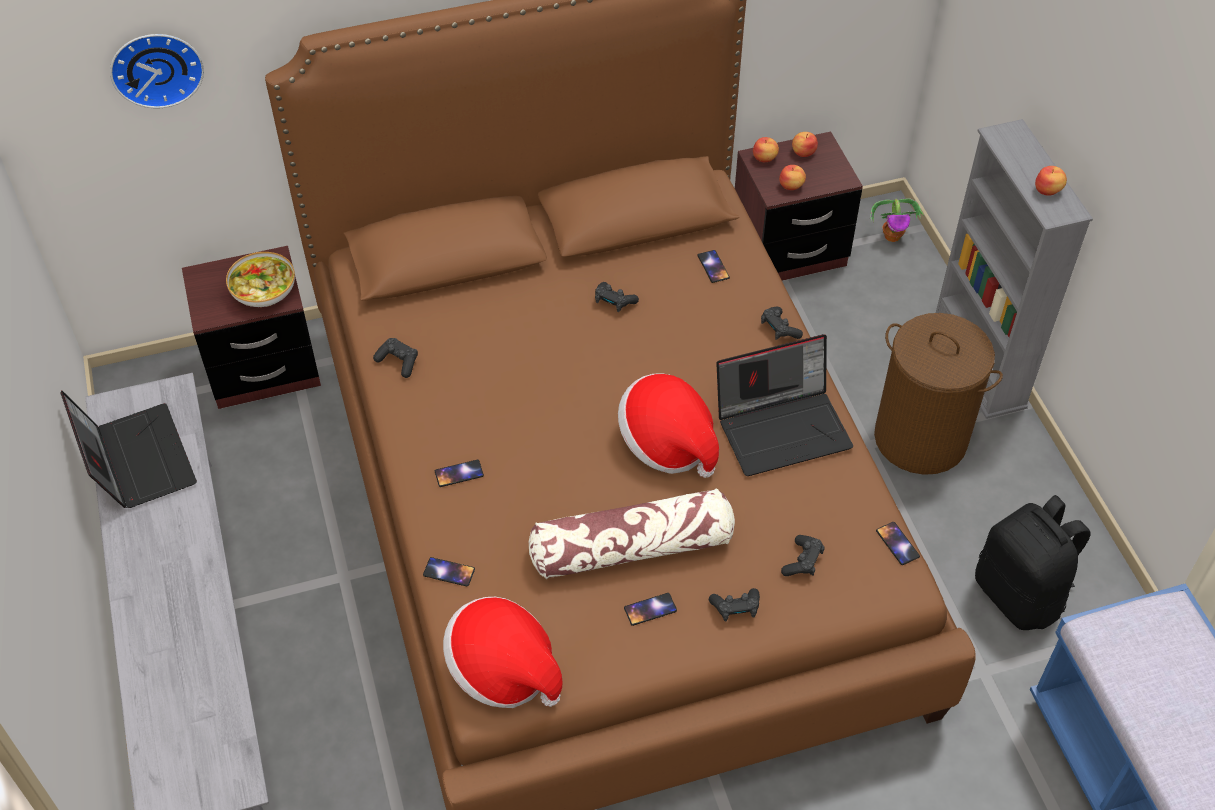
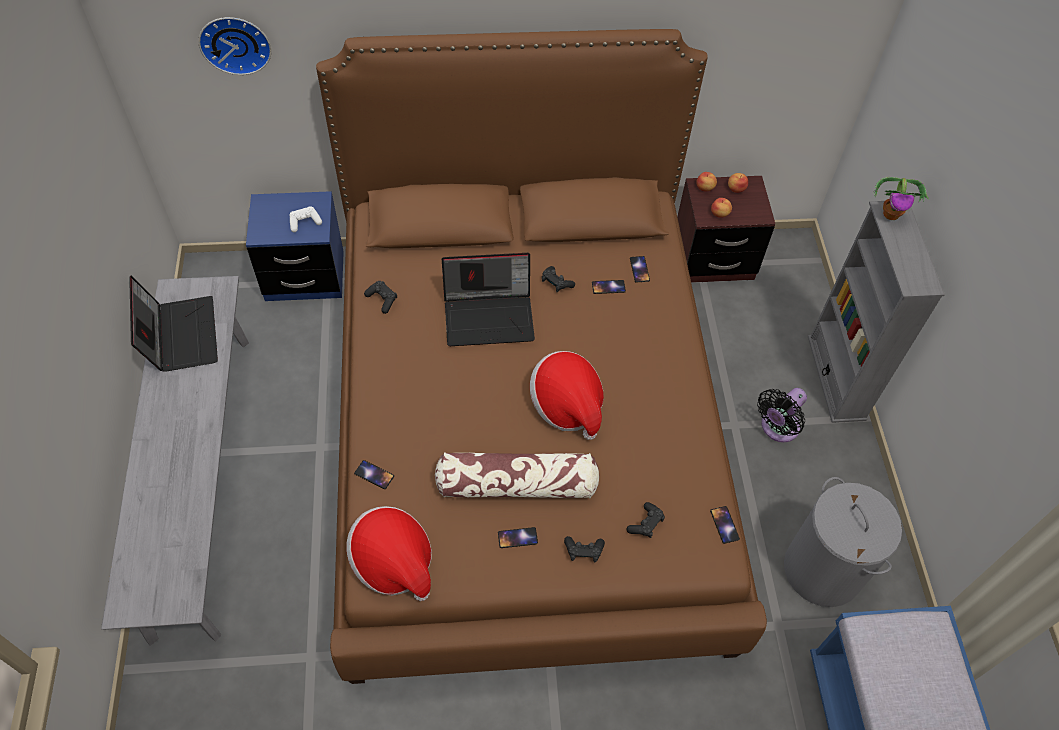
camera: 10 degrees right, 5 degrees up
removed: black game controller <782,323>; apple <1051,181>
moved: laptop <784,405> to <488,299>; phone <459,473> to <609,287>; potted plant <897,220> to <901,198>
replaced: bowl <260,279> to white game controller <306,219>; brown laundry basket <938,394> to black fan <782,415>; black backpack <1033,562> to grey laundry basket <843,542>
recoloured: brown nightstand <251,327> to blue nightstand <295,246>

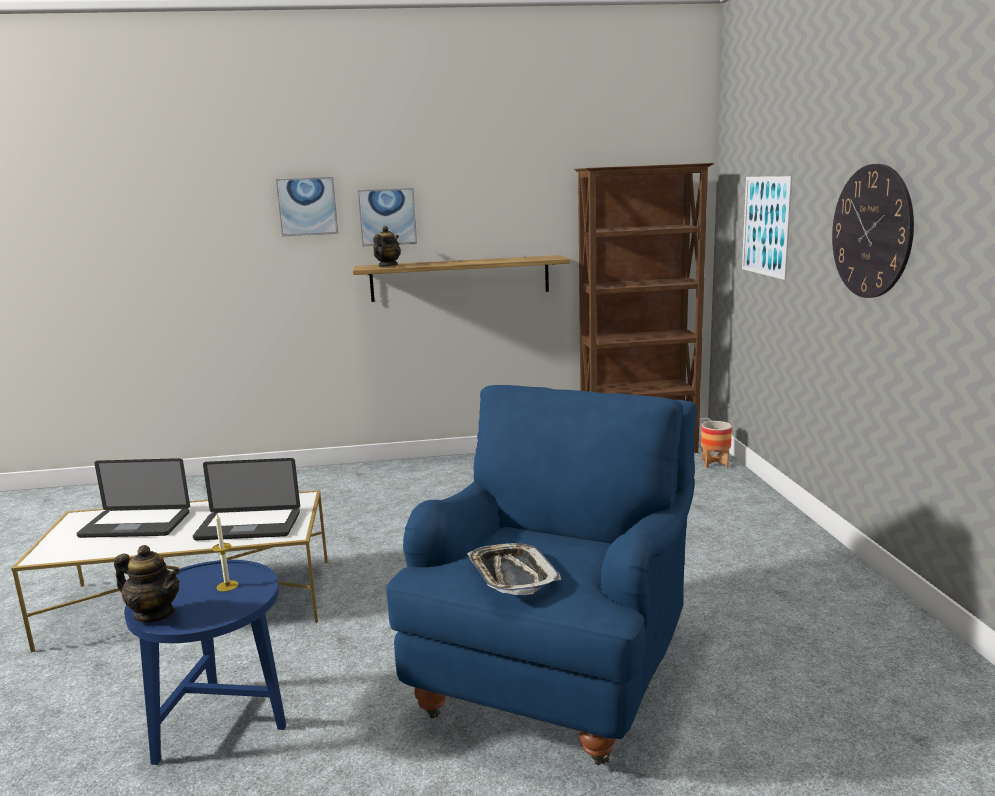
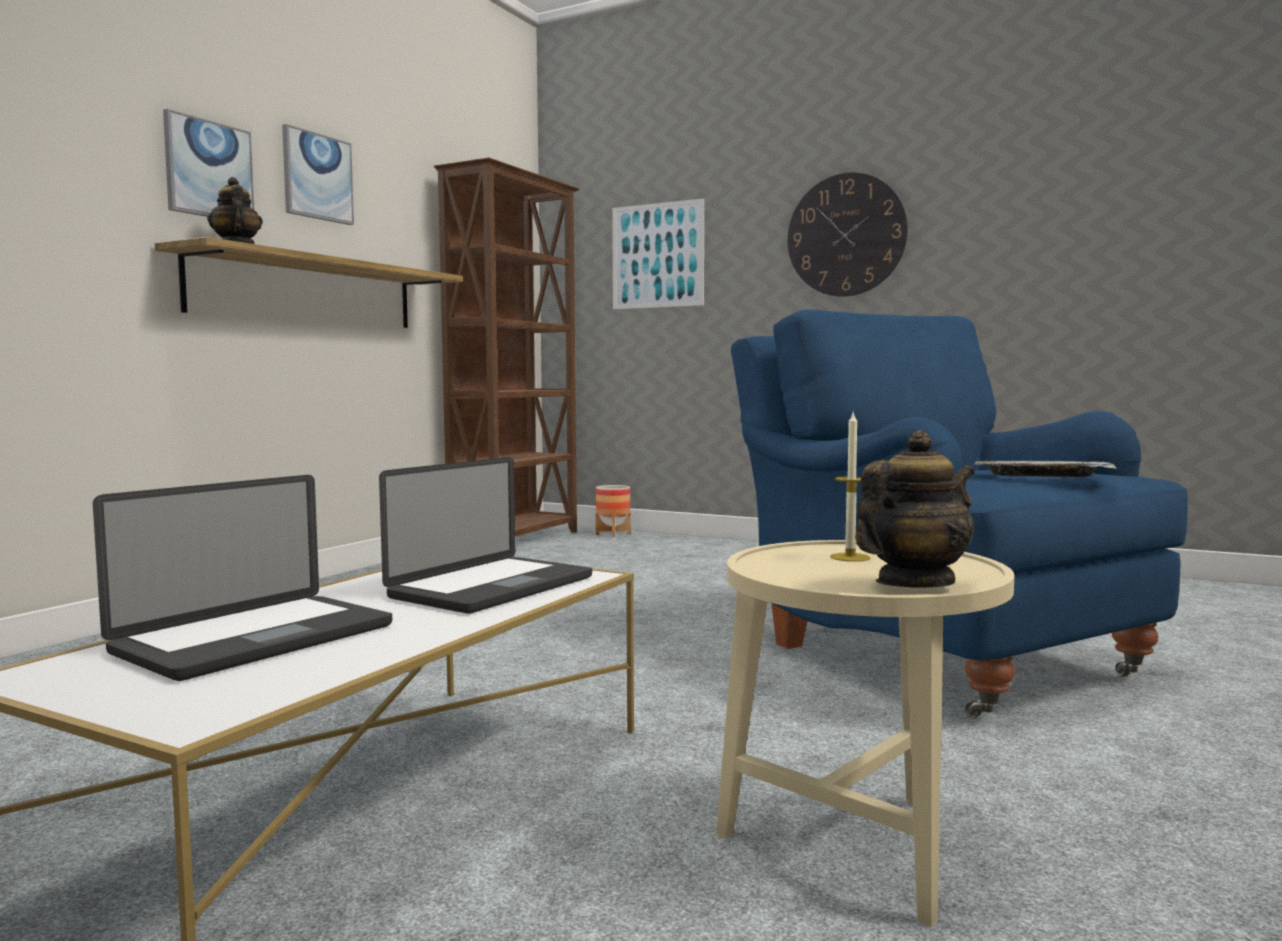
camera: 55 degrees left, 10 degrees down
moved: picture <307,206> to <318,174>
recoloured: blue side table <205,662> to beige side table <865,733>

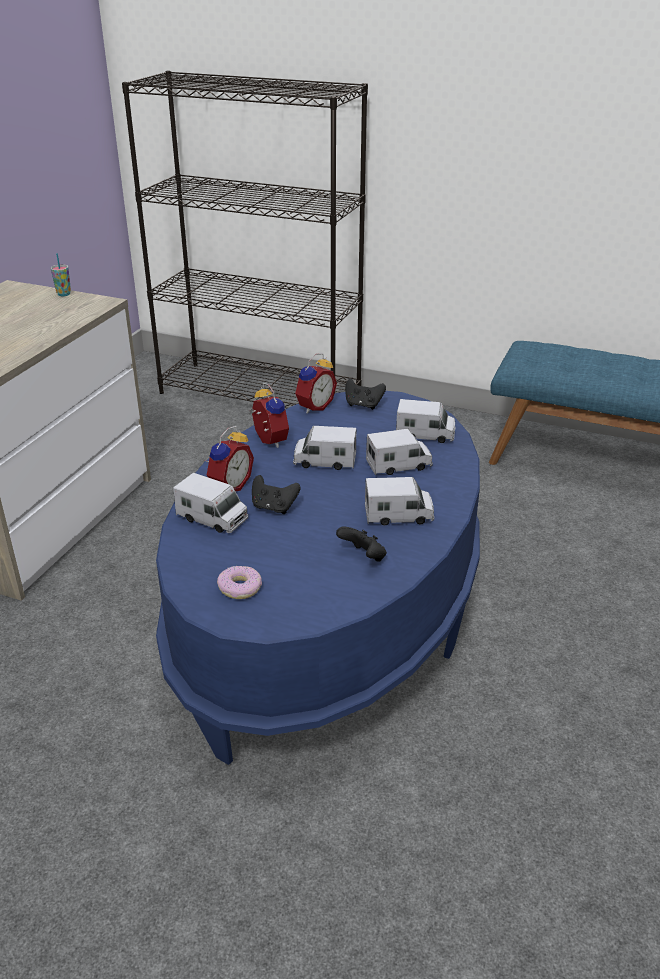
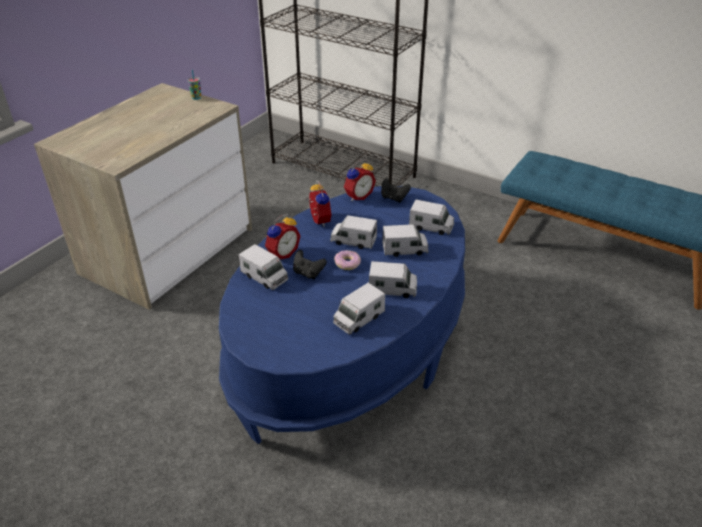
camera: 10 degrees right, 5 degrees up
moved: donut <239,582> to <347,260>
replaced: black game controller <361,543> to toy truck <359,308>

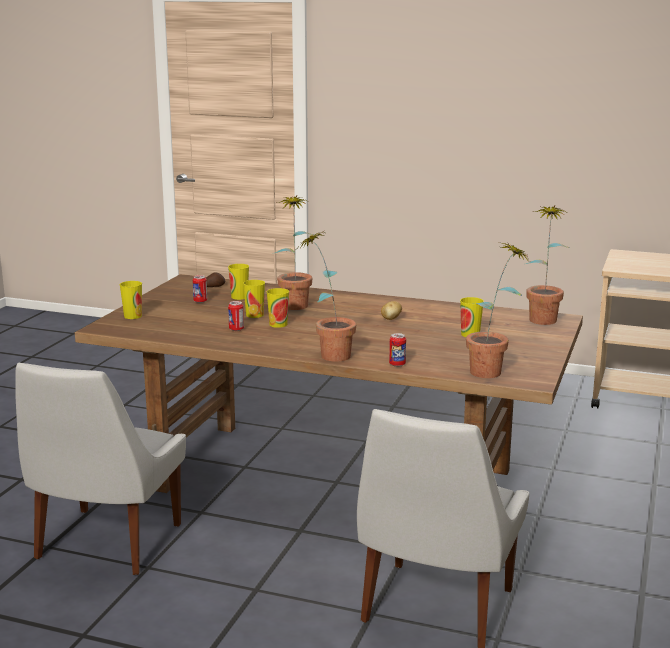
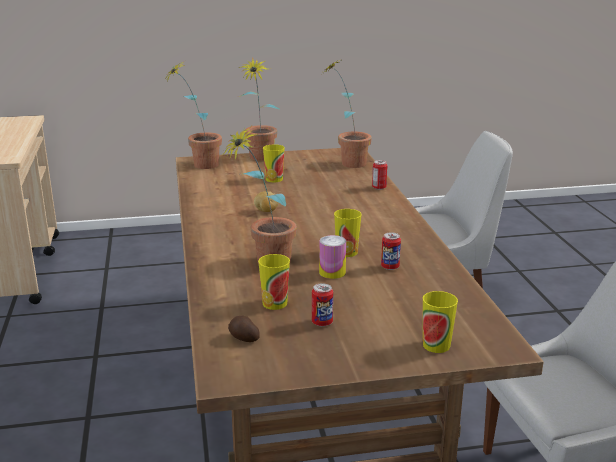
camera: 120 degrees left, 5 degrees up
moved: potted plant <327,296> to <258,109>
replaced: cup <254,299> to can <332,257>

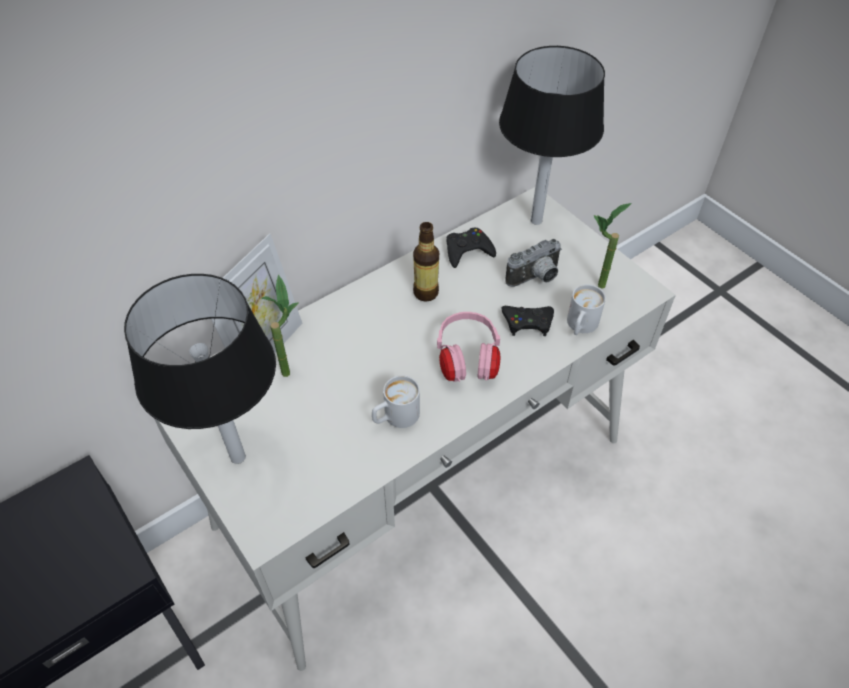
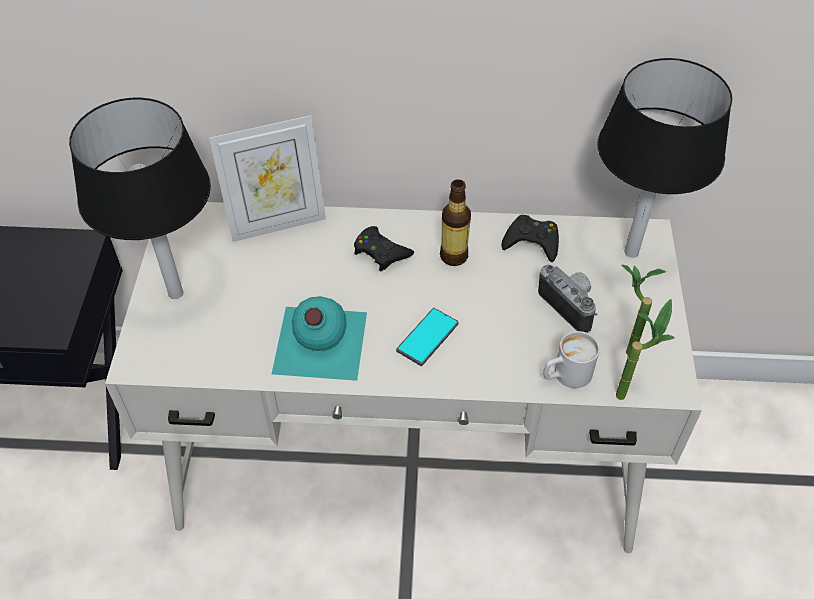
camera: 40 degrees right, 0 degrees up
moved: black game controller <528,321> to <384,248>; potted plant <280,326> to <645,349>
replaced: white mug <396,401> to turquoise bottle <319,338>; pink headphones <468,347> to phone <427,337>
turned: photo camera <533,263> = <567,299> 135 degrees counterclockwise

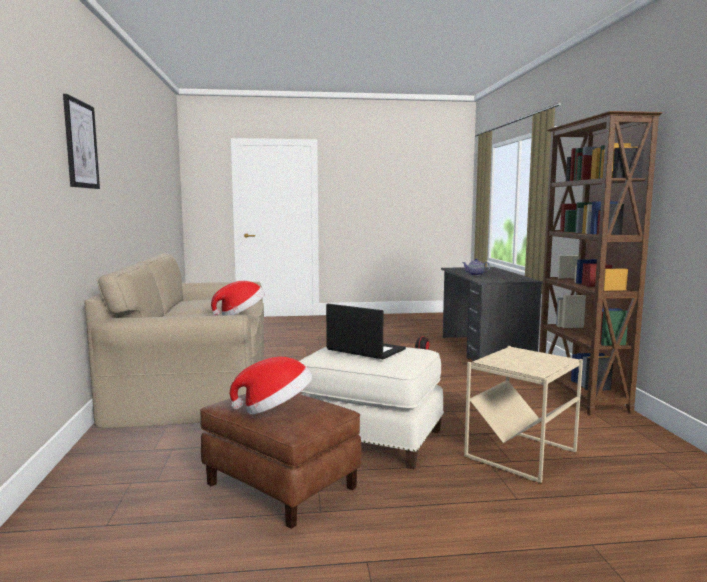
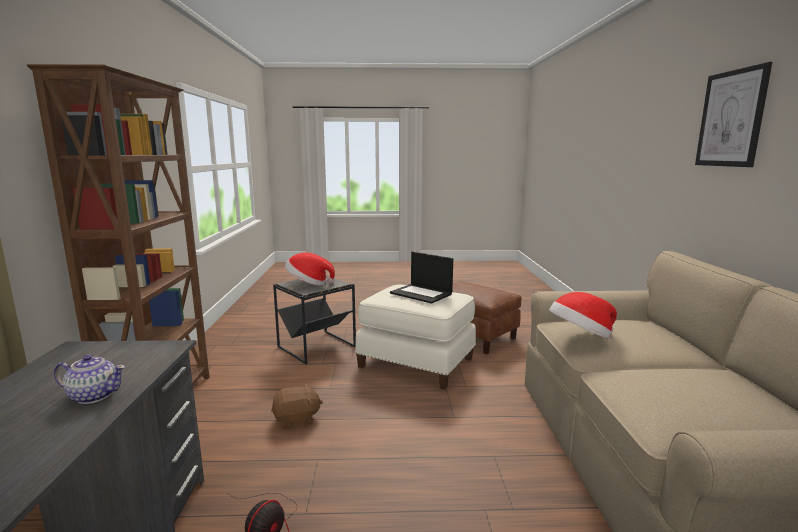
camera: 175 degrees left, 5 degrees up
added: brown plush toy <297,406>
moved: hat <271,385> to <310,269>
recoloured: beige side table <523,414> to black side table <314,320>

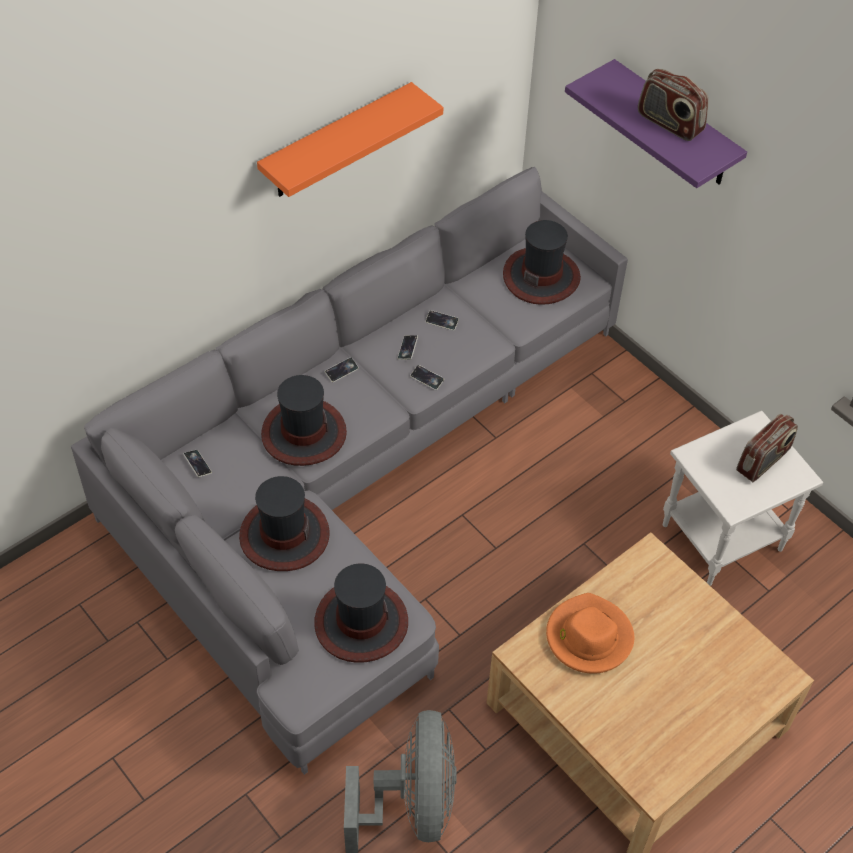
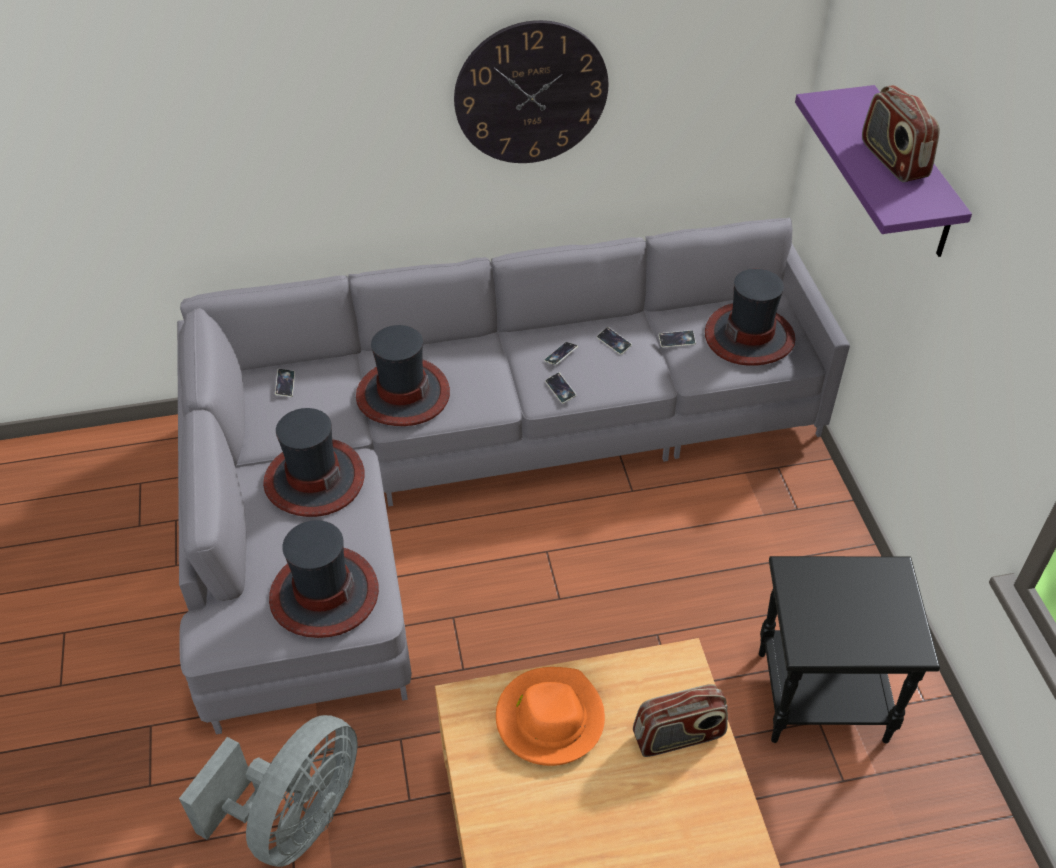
camera: 30 degrees right, 5 degrees down
moved: radio <767,448> to <680,720>; phone <342,369> to <677,339>
replaced: orange shelf <350,139> to wall clock <531,91>
recoloured: white side table <743,498> to black side table <849,649>

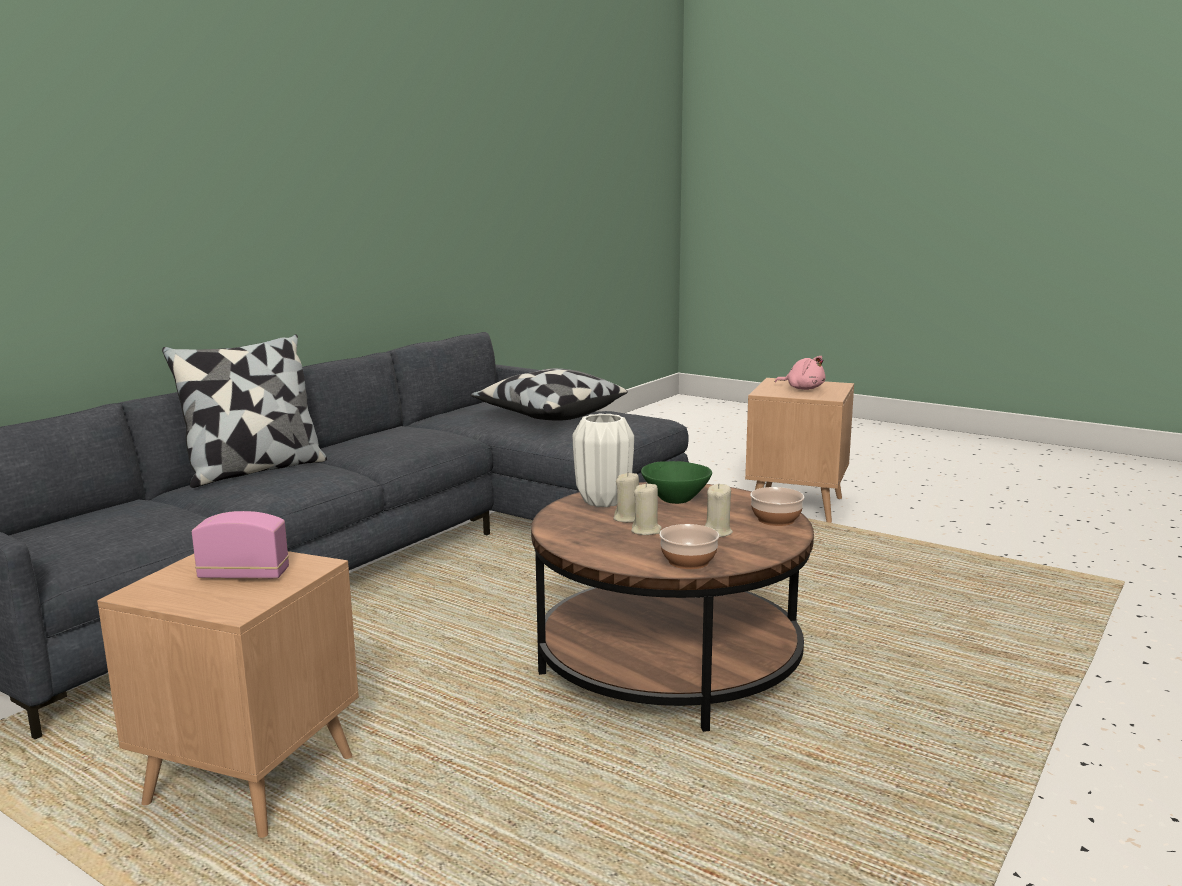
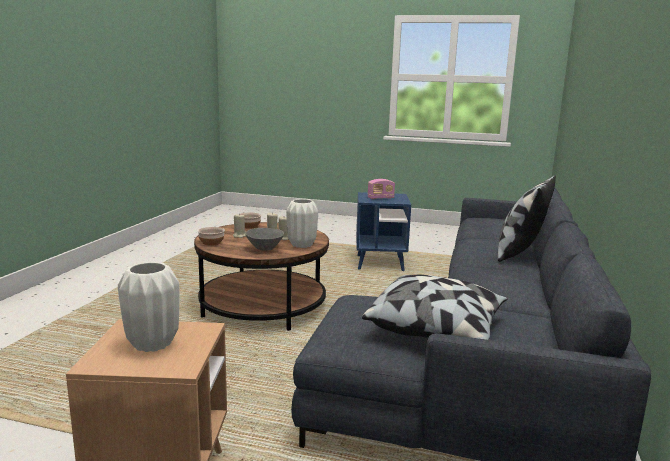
camera: 160 degrees right, 0 degrees up
replaced: pink plush toy <800,373> to white vase <149,307>
recoloured: green bowl <676,482> to grey bowl <264,239>; brown side table <228,694> to blue side table <383,231>

